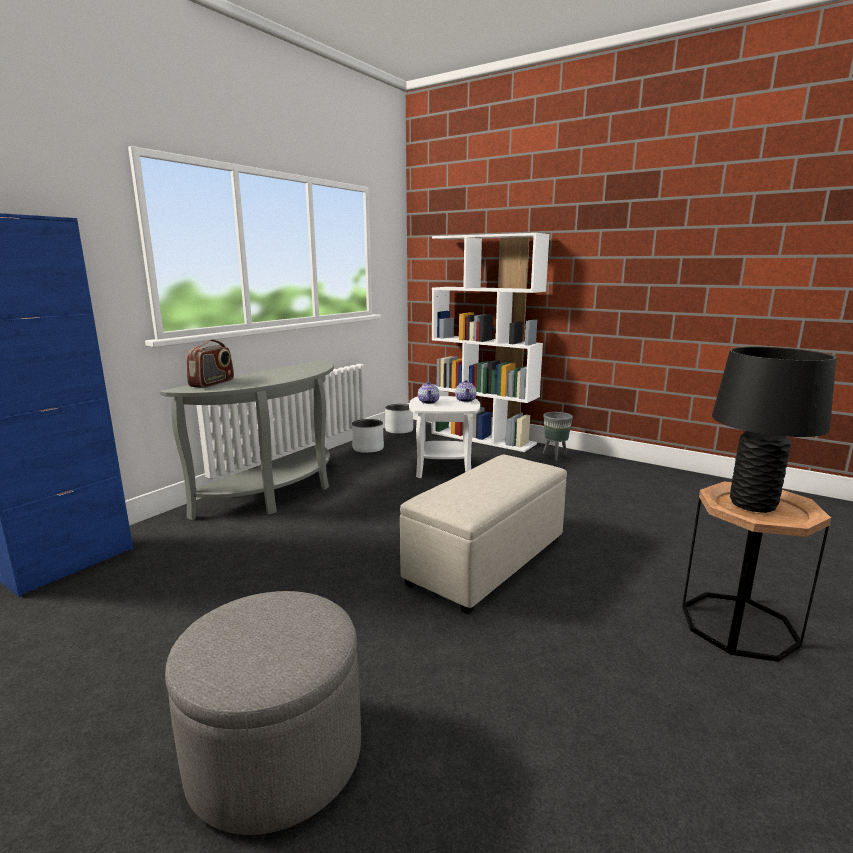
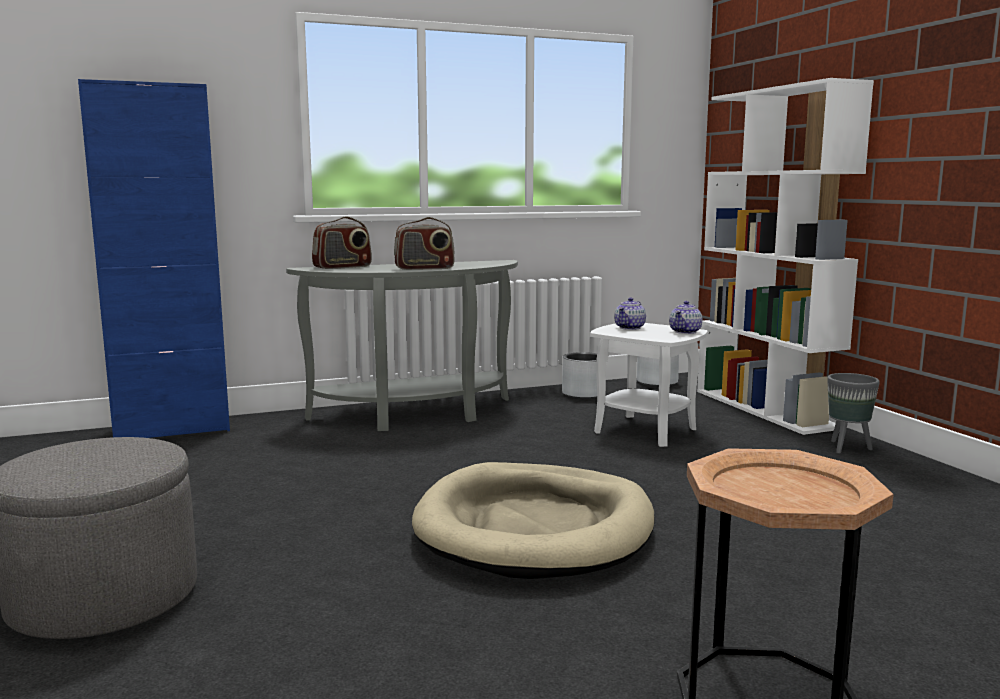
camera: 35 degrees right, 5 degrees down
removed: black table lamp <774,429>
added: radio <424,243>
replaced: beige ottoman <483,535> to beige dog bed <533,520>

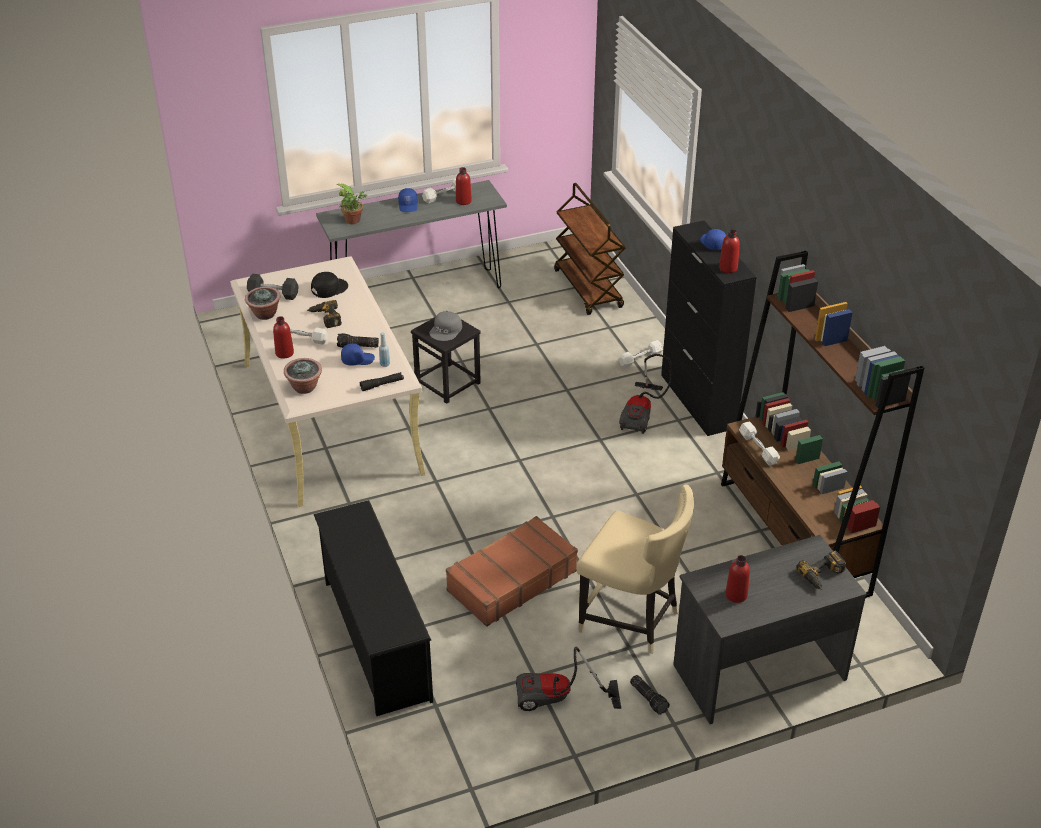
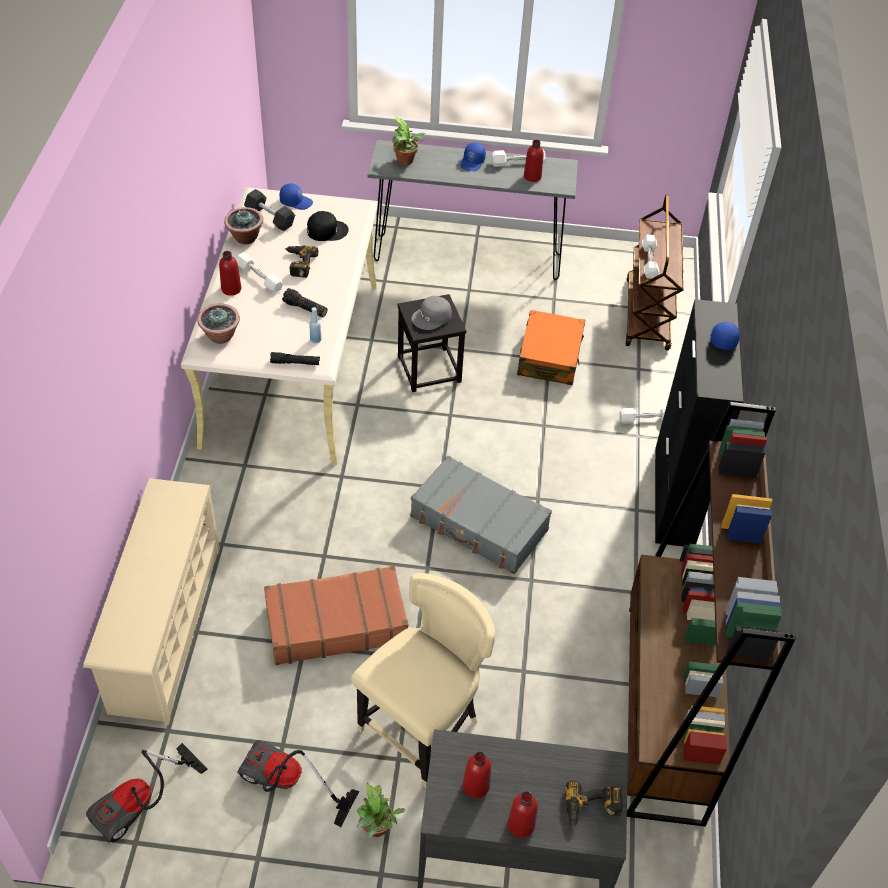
camera: 25 degrees right, 10 degrees up
added: grey suitcase <481,514>; orange suitcase <551,347>
moved: vacuum cleaner <645,394> to <147,793>; blue cap <358,354> to <296,196>; red bottle <729,251> to <523,814>; white dumbbell <759,443> to <650,257>
replaced: flashlight <650,695> to potted plant <381,810>
recoloured: black shoe rack <373,608> to beige shoe rack <151,602>
turned: beige chair <635,569> = <423,680> 105 degrees counterclockwise

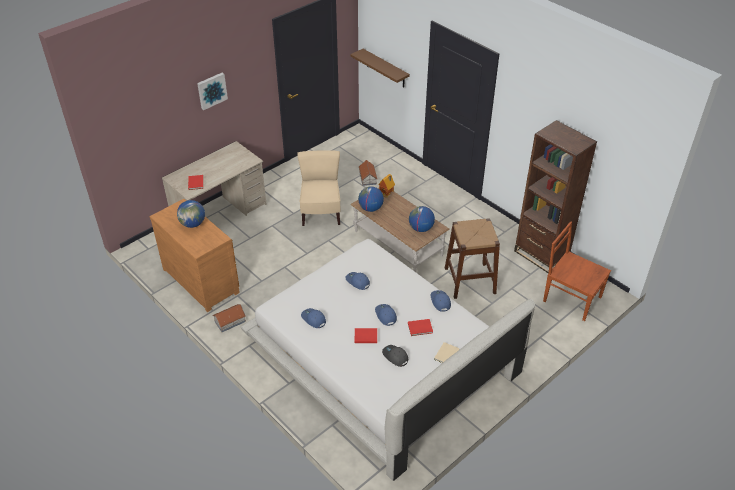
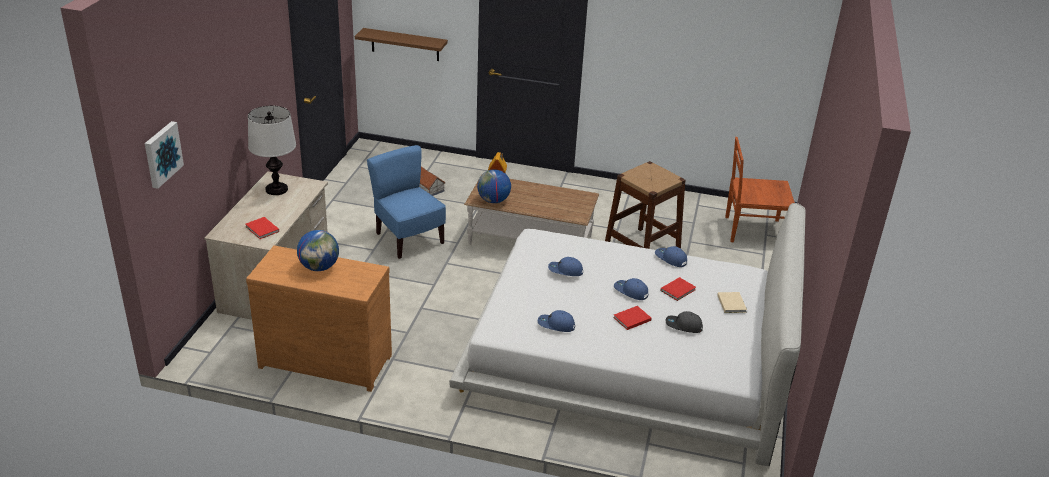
camera: 35 degrees left, 10 degrees down
removed: toy house <229,318>; globe <422,219>; brown bookcase <555,196>
added: table lamp <272,150>
moved: picture <212,91> to <164,155>
recoloured: beige chair <319,188> to blue chair <406,202>

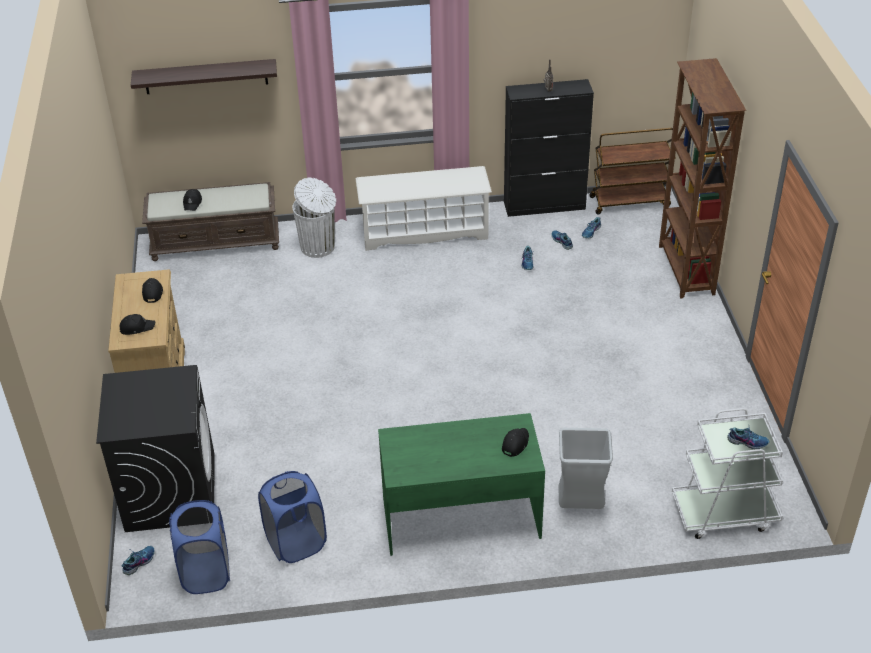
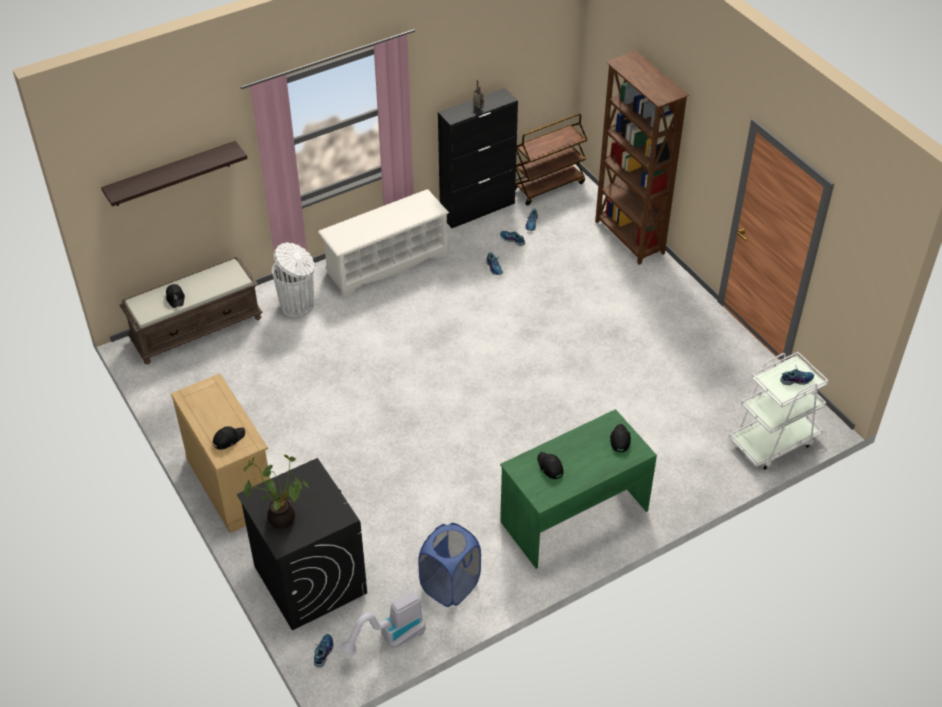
camera: 25 degrees left, 5 degrees up
removed: grey trash can <585,468>
added: potted plant <276,492>
moved: black cap <152,290> to <550,465>
replaced: blue laundry basket <199,547> to vacuum cleaner <382,623>

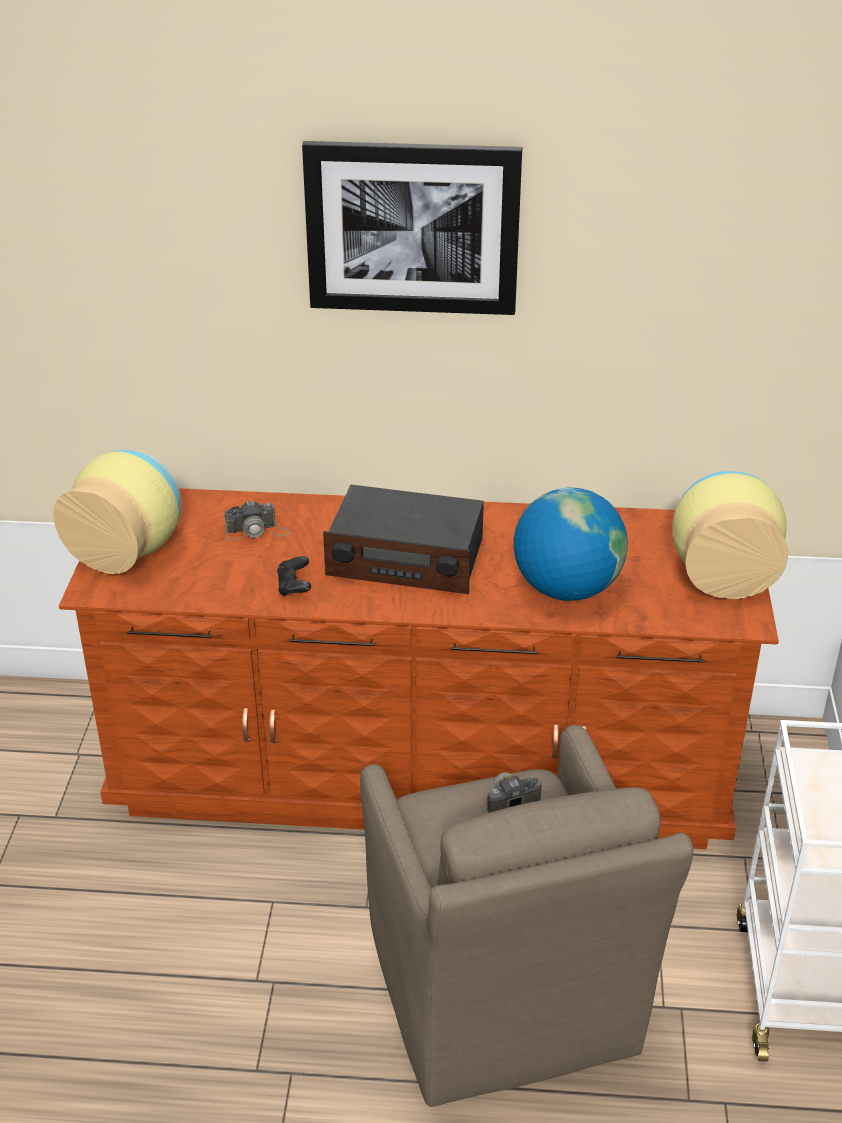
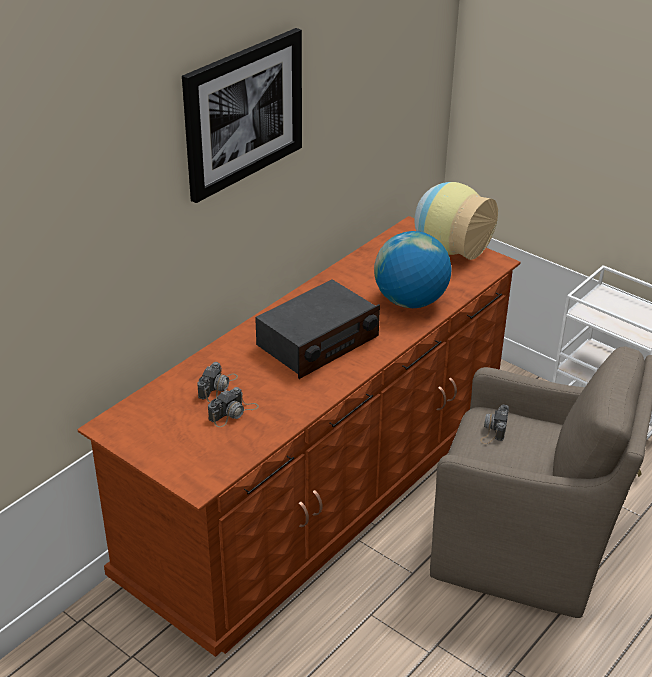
camera: 55 degrees left, 0 degrees up
removed: vase <117,512>; black game controller <294,576>
added: photo camera <233,407>

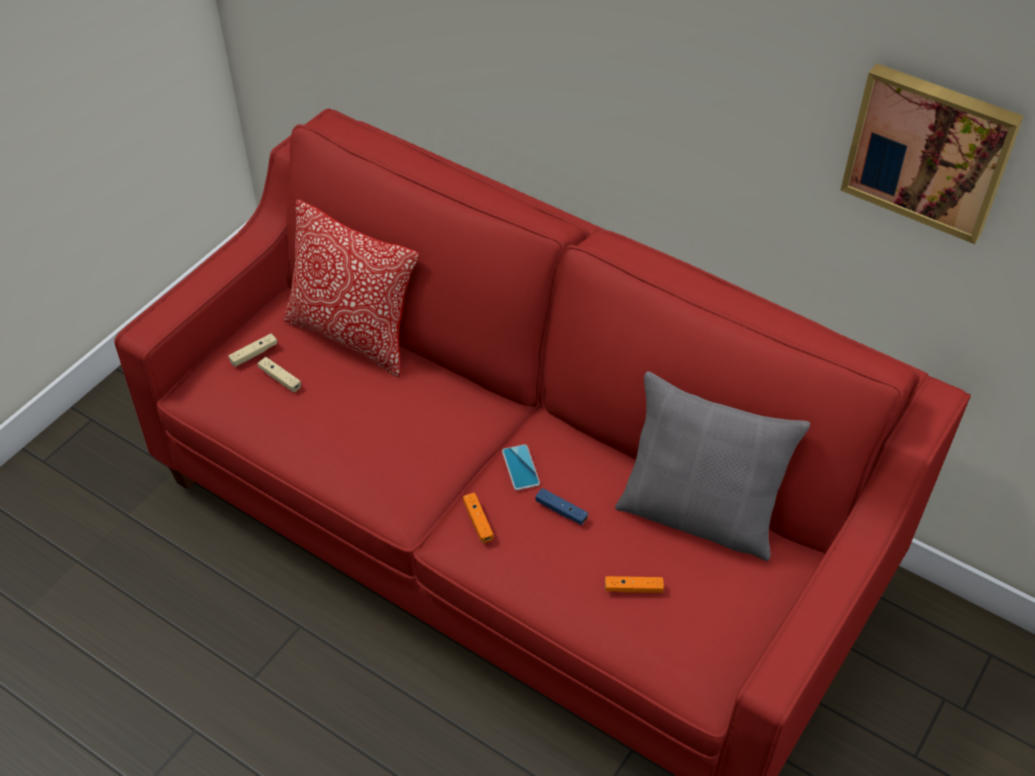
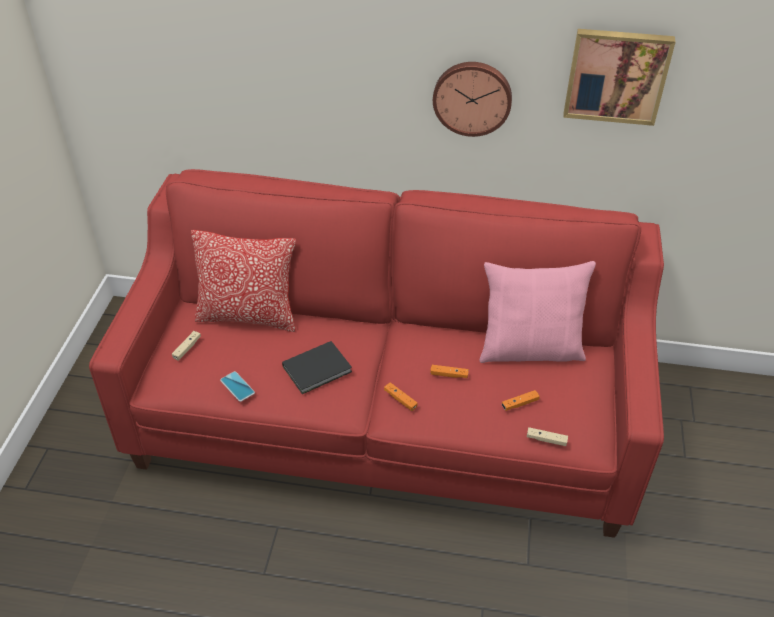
camera: 25 degrees left, 5 degrees down
added: black book <317,367>; wall clock <472,99>
moved: phone <521,467> to <237,386>; beige game controller <279,374> to <547,436>
recoloured: blue game controller <562,506> to orange game controller <449,371>; grey pillow <712,466> to pink pillow <538,312>

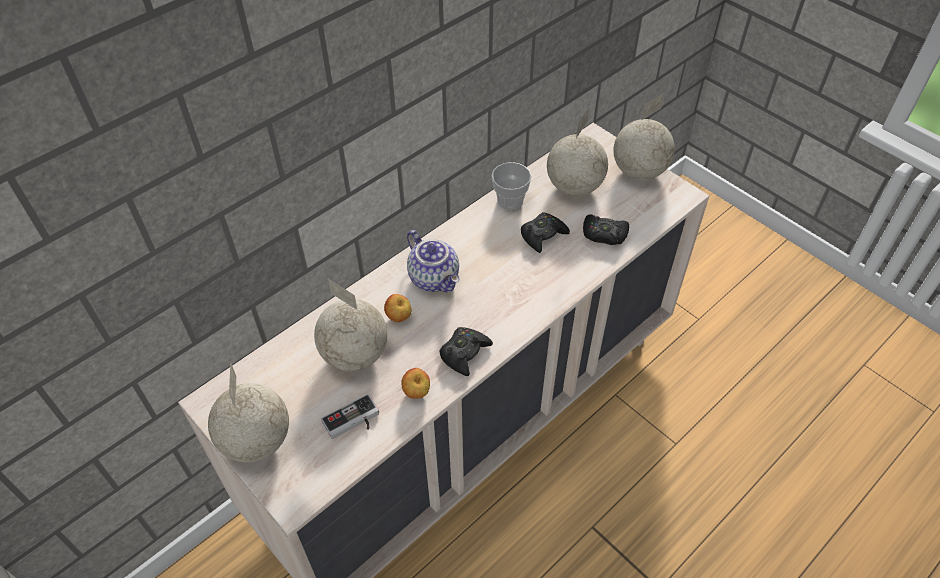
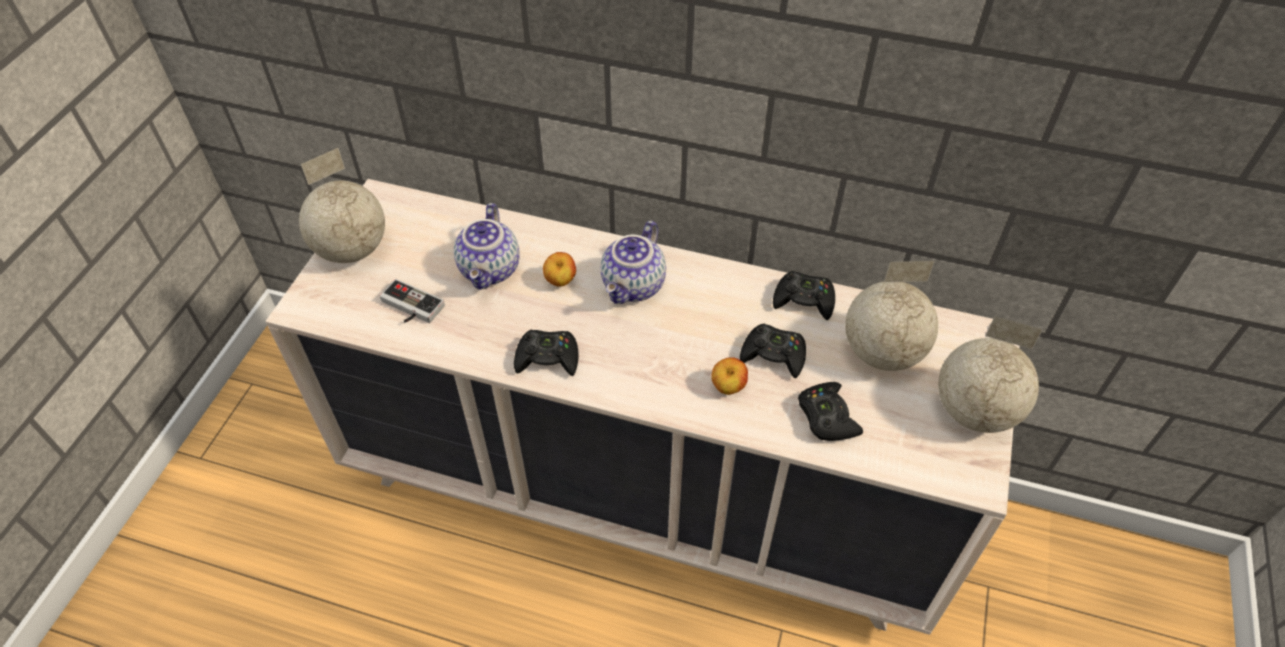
camera: 60 degrees right, 0 degrees up
moved: apple <415,383> to <729,376>
replaced: globe <350,325> to teapot <487,246>; cup <511,186> to black game controller <804,295>

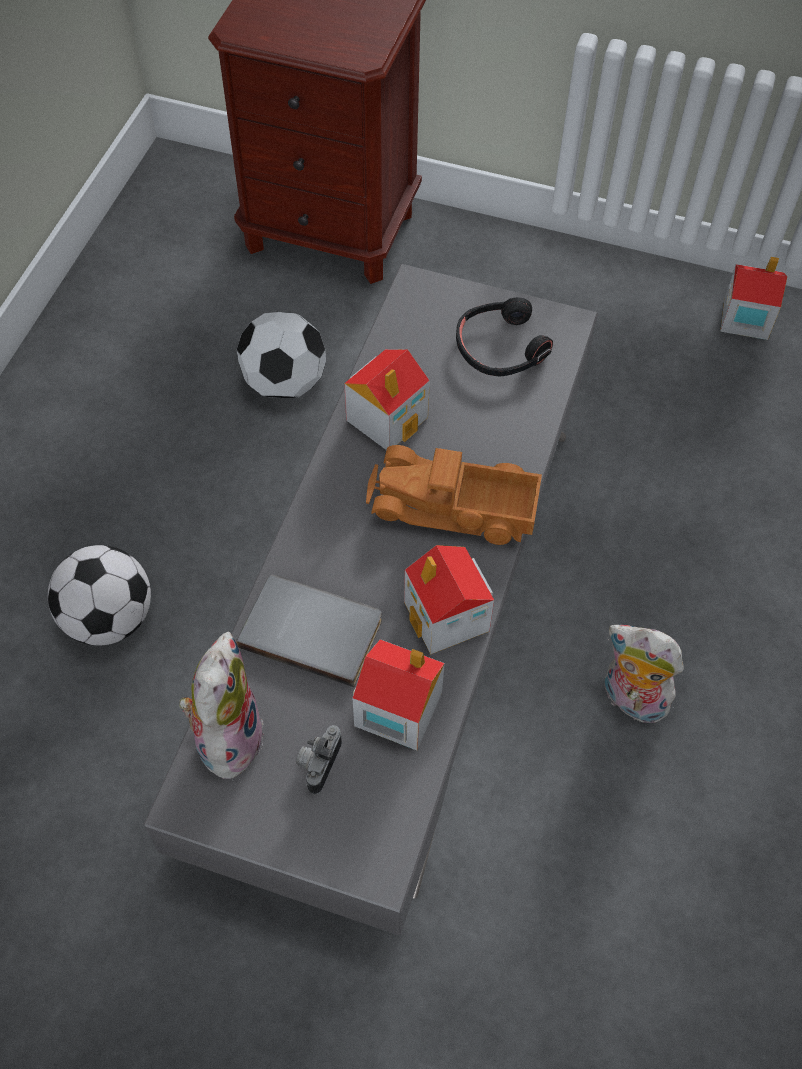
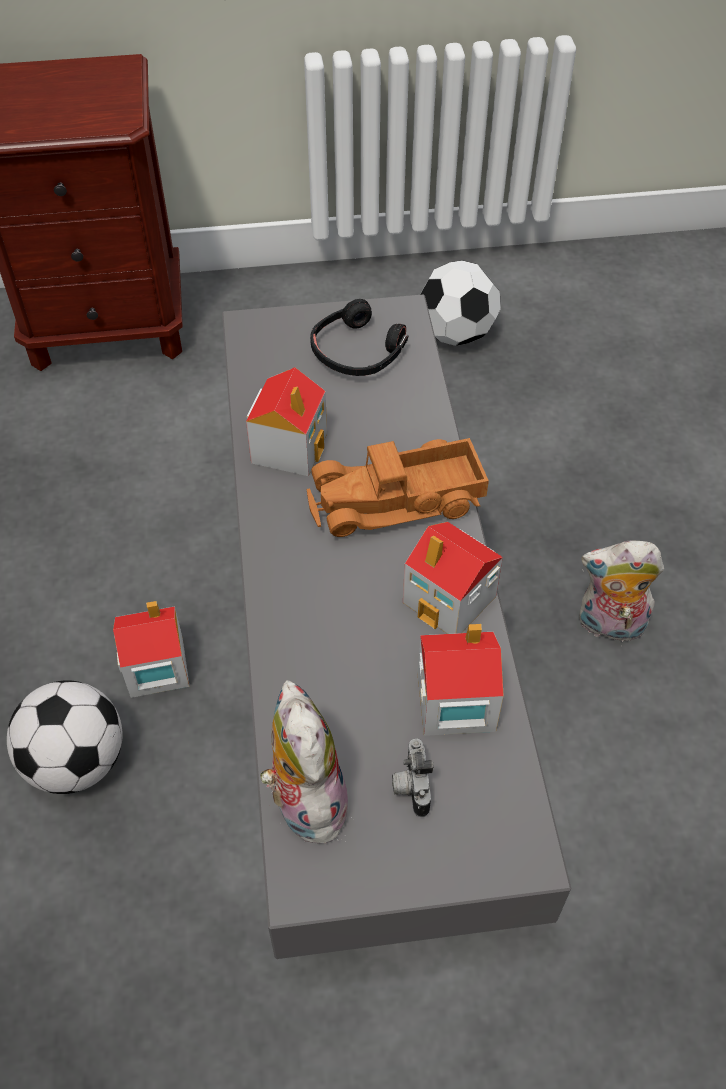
camera: 25 degrees left, 5 degrees down
removed: grey book <309,631>
moved: toy house <753,298> to <151,649>; football <281,355> to <460,303>

